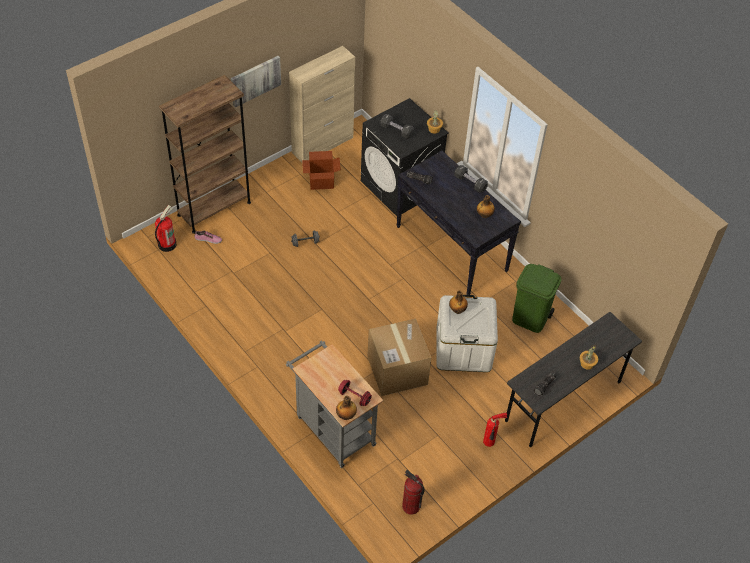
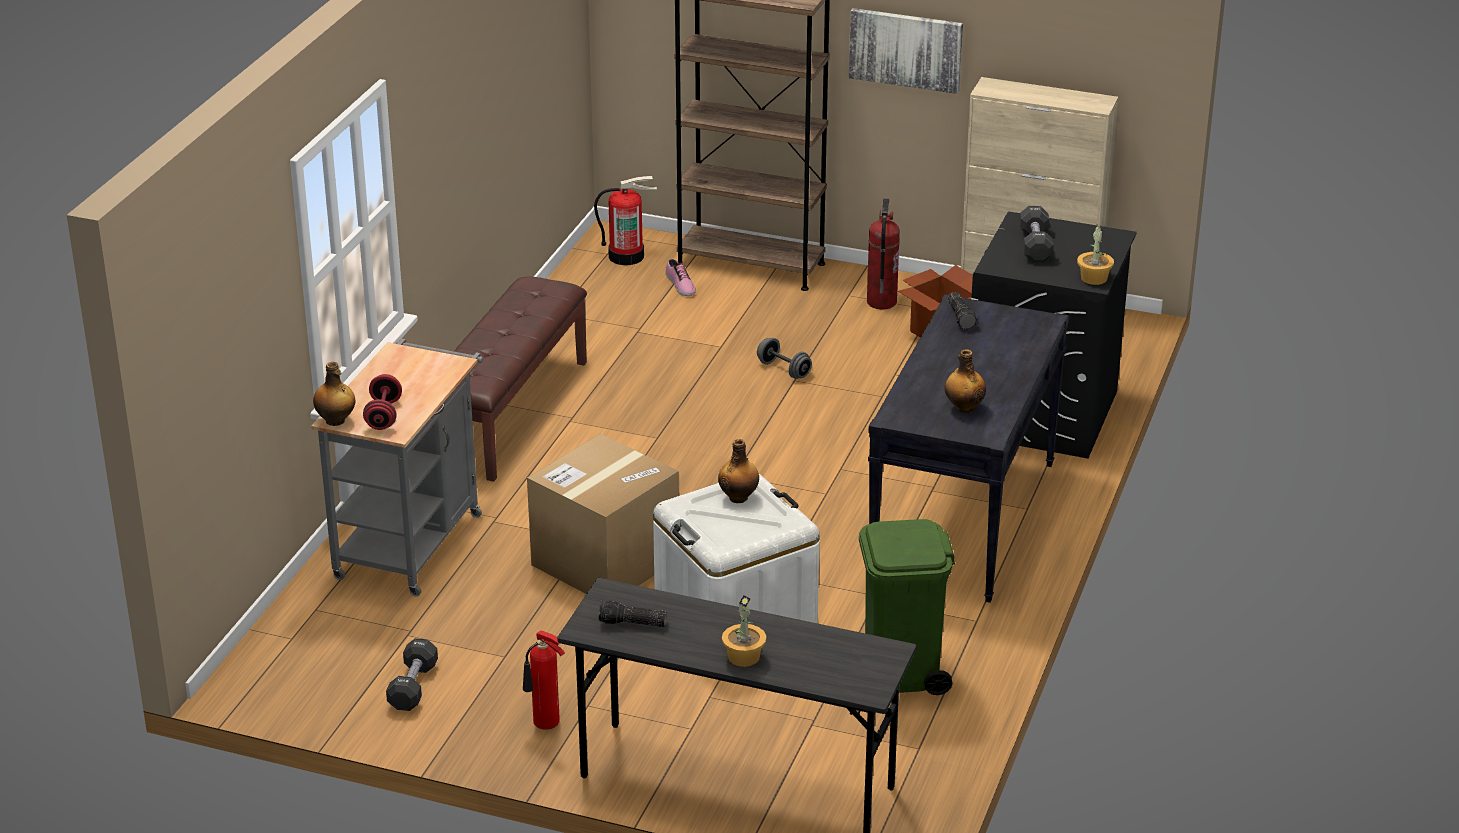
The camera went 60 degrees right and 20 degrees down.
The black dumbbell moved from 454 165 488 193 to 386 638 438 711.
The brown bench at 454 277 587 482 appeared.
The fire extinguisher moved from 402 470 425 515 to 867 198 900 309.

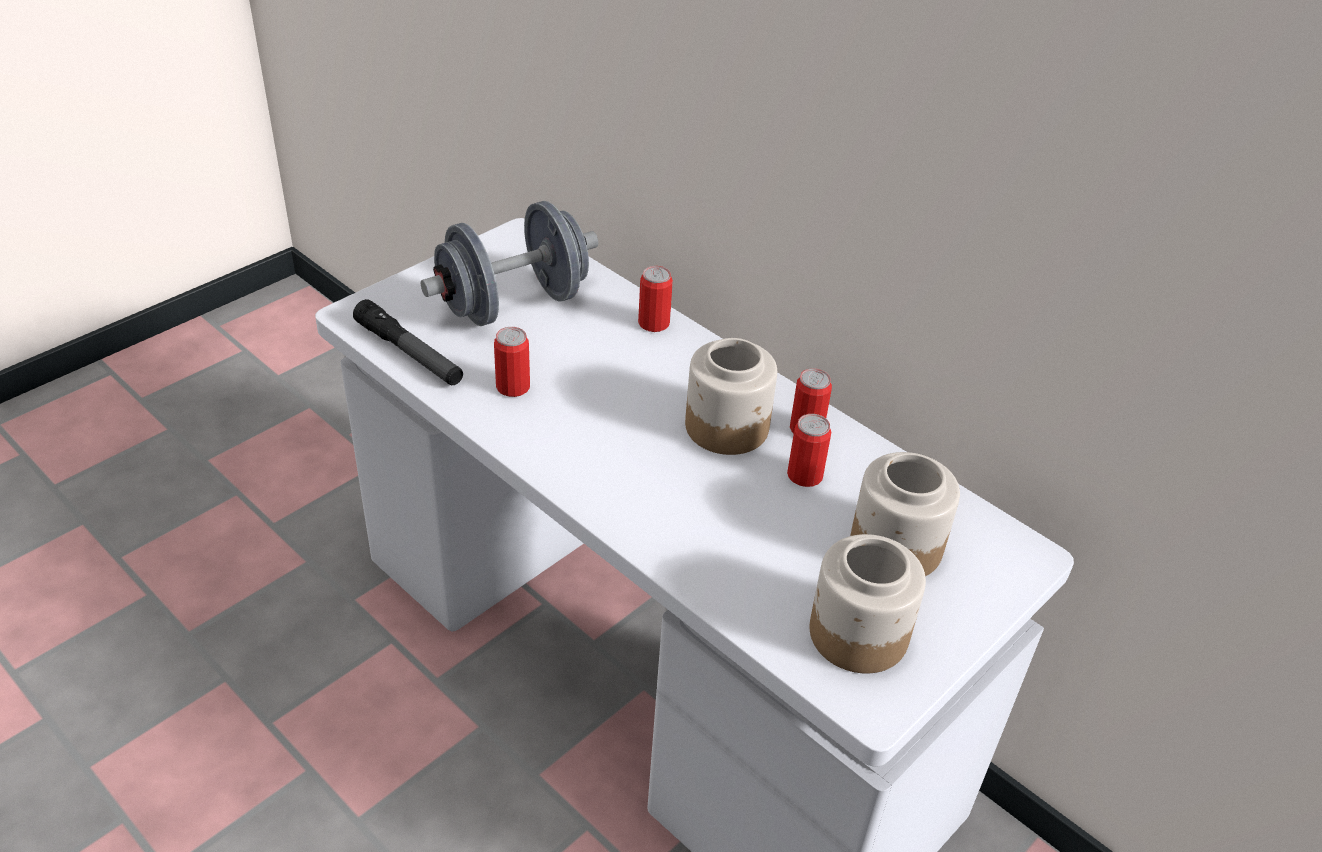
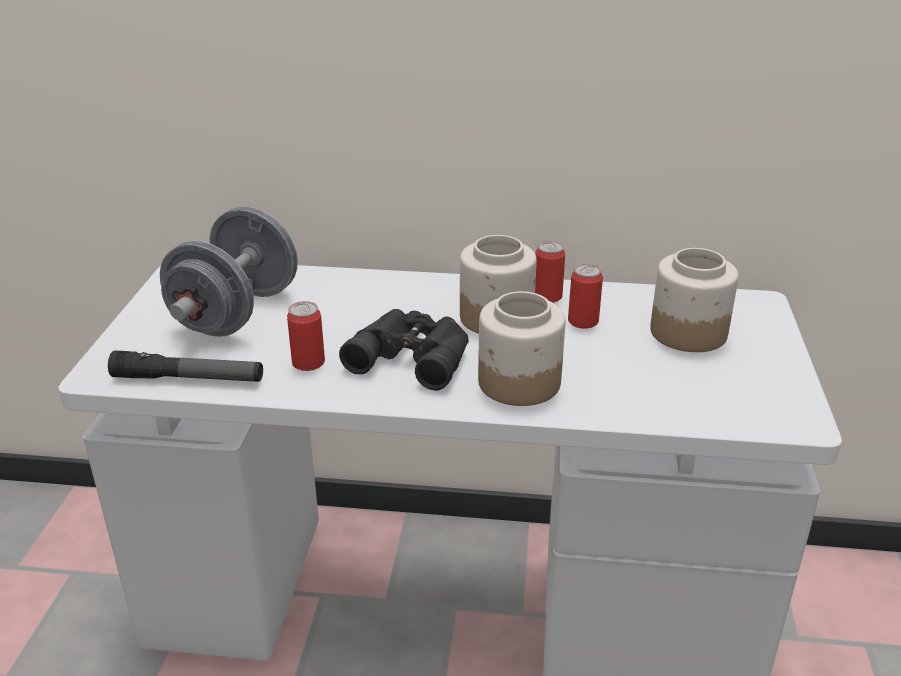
The camera went 35 degrees left and 10 degrees down.
The black binoculars at 339 309 469 391 appeared.
The jar moved from 810 534 926 674 to 478 291 565 406.
The can at 638 266 673 332 disappeared.

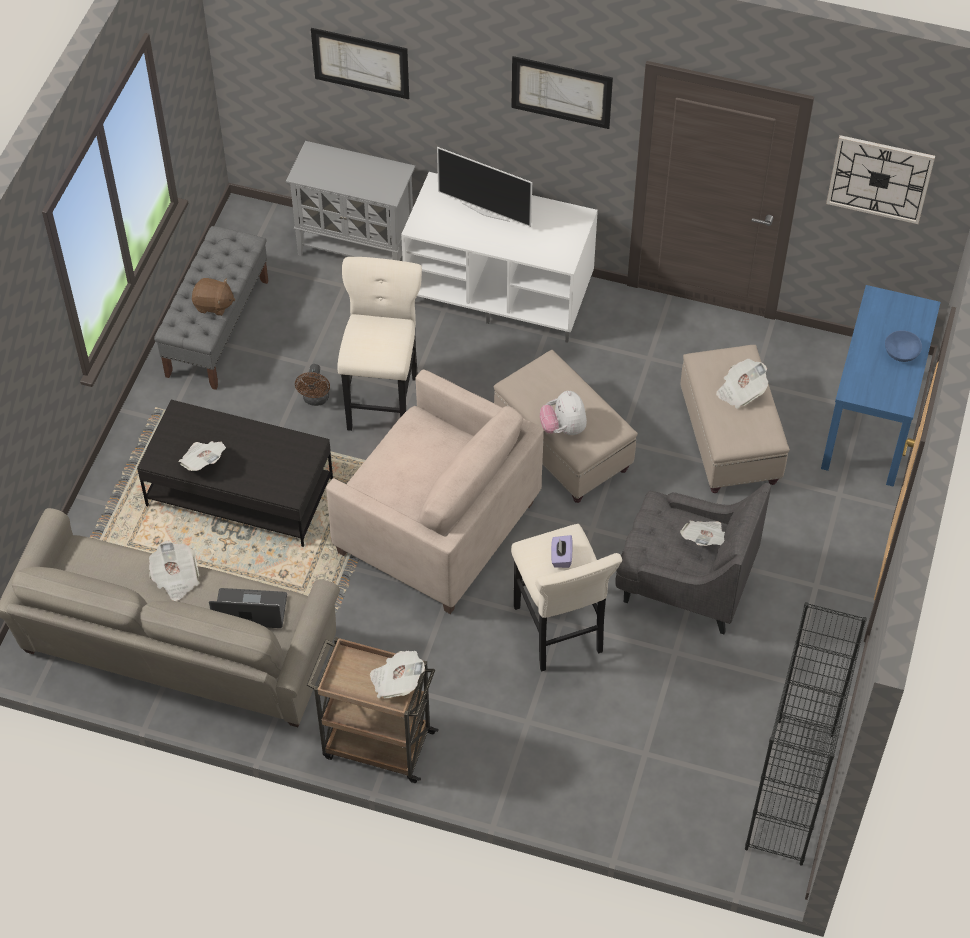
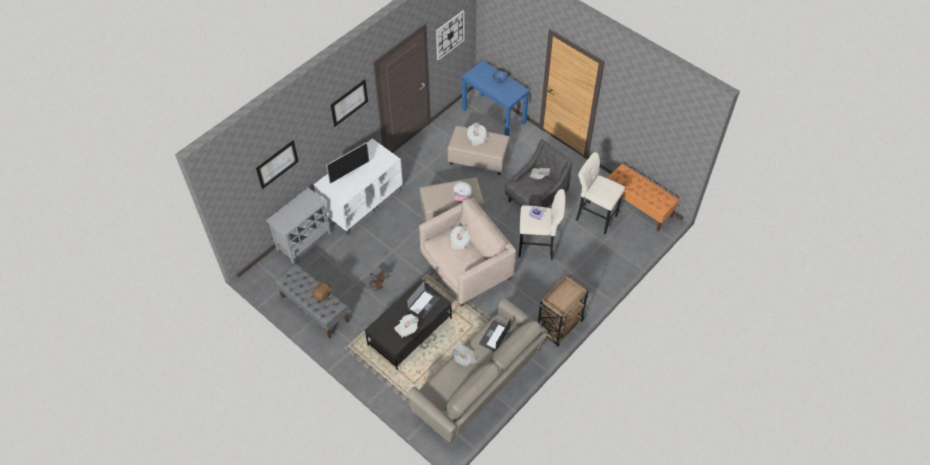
The camera went 65 degrees left and 0 degrees up.
The laptop at 406 280 440 320 appeared.
The newspaper moved from 370 651 425 698 to 450 225 470 249.
The beige stool moved from 337 257 422 431 to 576 152 625 234.
The black bookcase at 745 602 867 866 was replaced by the orange bench at 607 163 679 232.

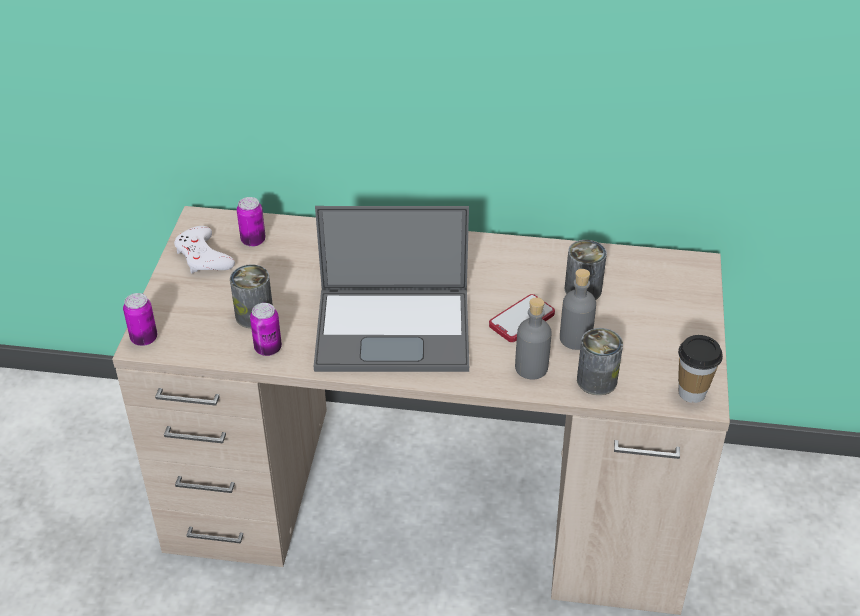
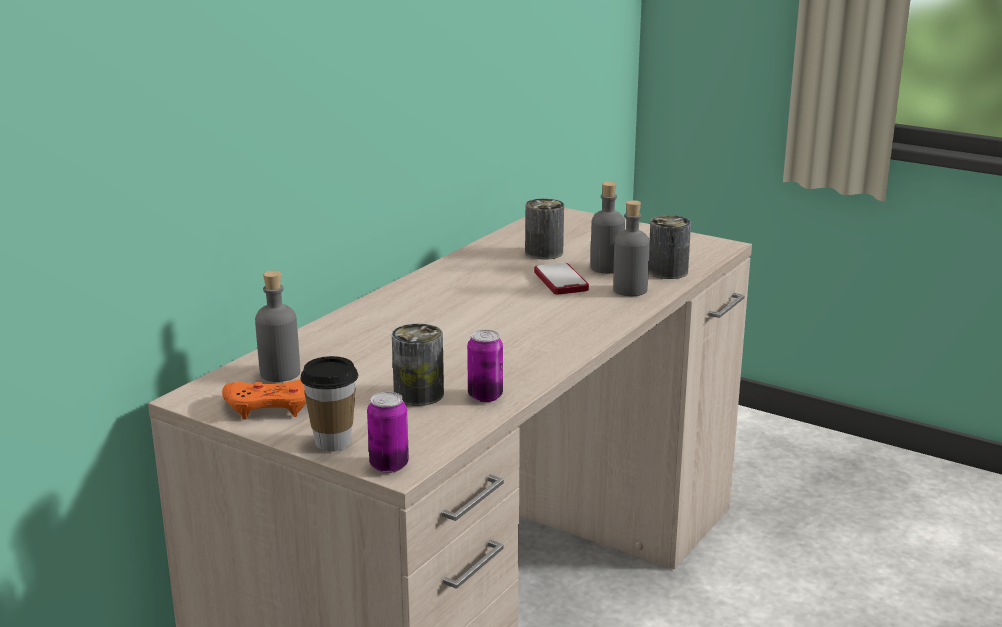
The camera went 65 degrees left and 20 degrees down.
The white game controller at 174 226 235 273 became the orange game controller at 222 379 307 420.
The can at 237 197 266 247 was replaced by the grey bottle at 255 271 300 382.
The cup moved from 678 335 723 403 to 300 356 358 451.
The laptop at 314 206 469 372 disappeared.

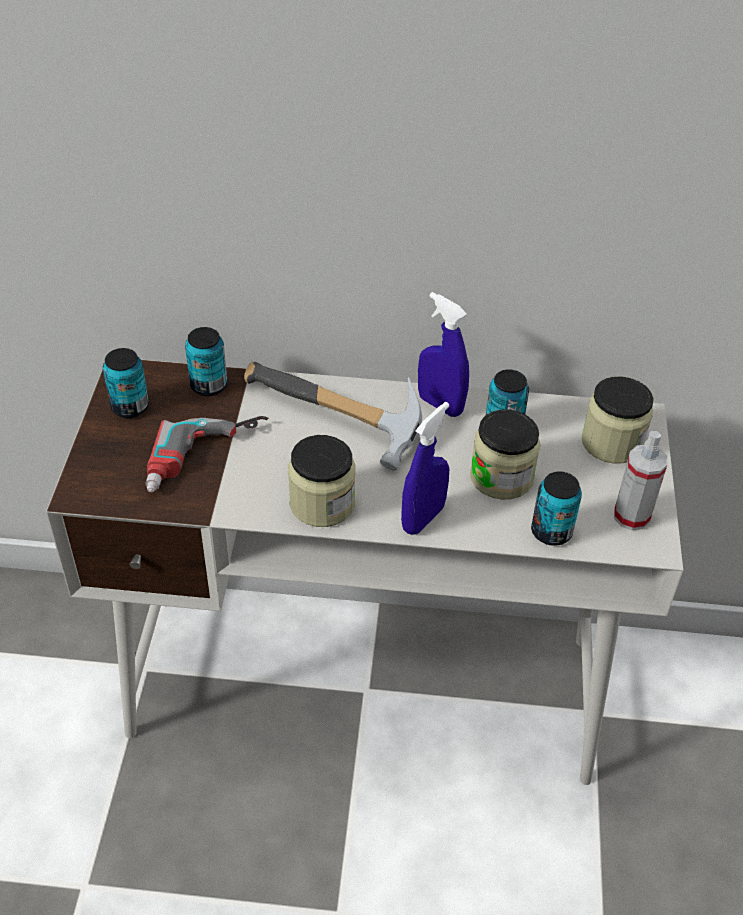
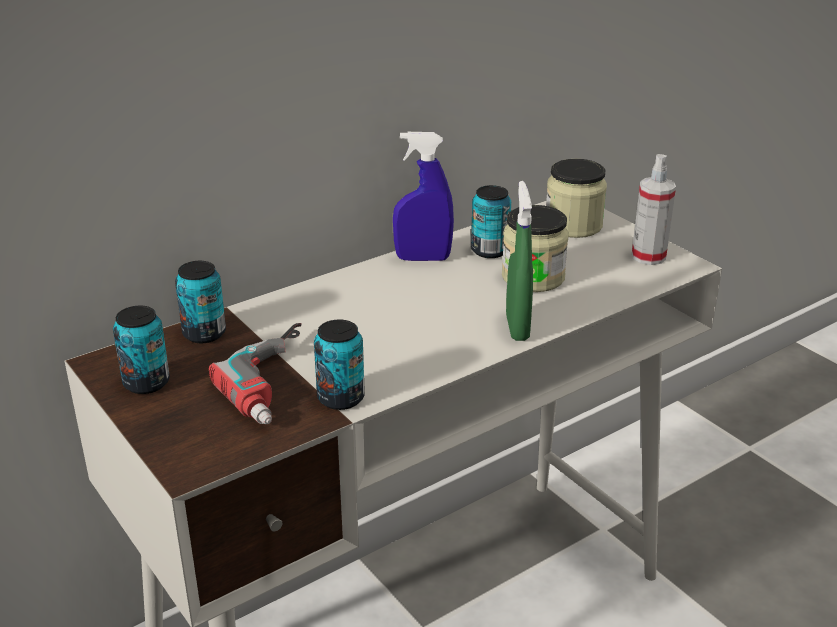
The camera went 40 degrees left and 15 degrees down.
The can moved from 531 471 582 546 to 314 319 365 410.
The blue spray bottle at 401 402 450 535 became the green spray bottle at 506 181 533 341.
The hammer at 244 362 422 471 disappeared.
The jar at 288 435 356 527 disappeared.

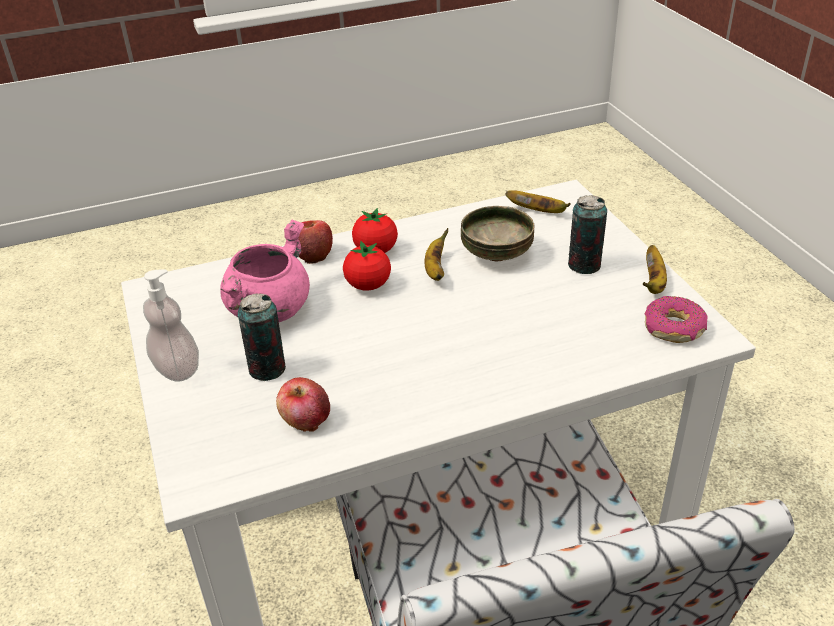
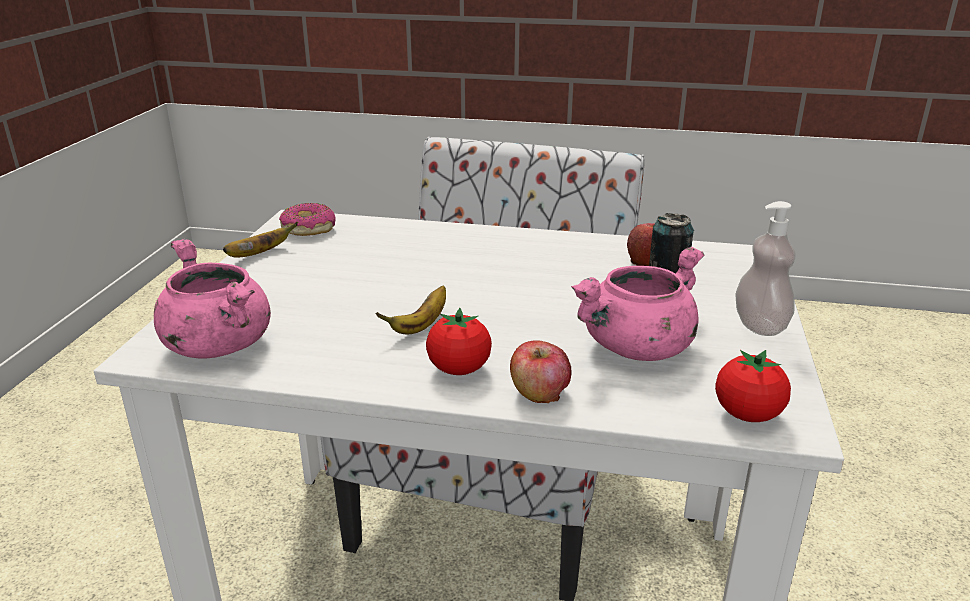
The camera went 150 degrees left and 10 degrees down.
The banana at 506 190 571 213 was replaced by the pink cooking pot at 154 239 271 358.
The tomato moved from 343 241 391 291 to 715 350 791 422.
The bowl at 461 206 535 261 disappeared.
The can at 568 195 607 274 disappeared.

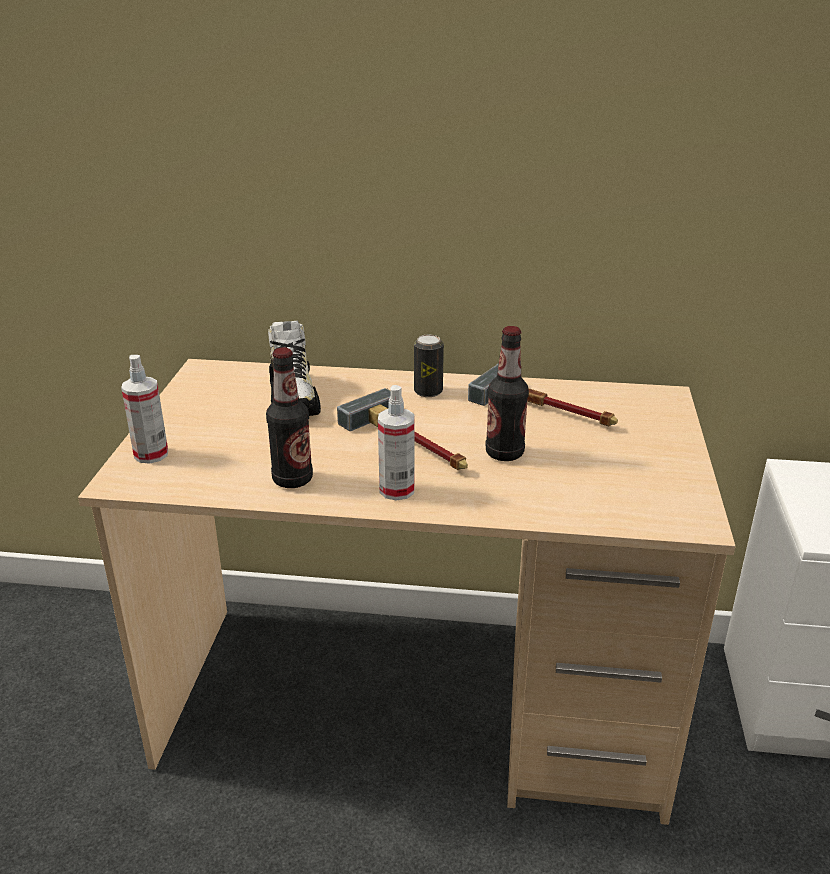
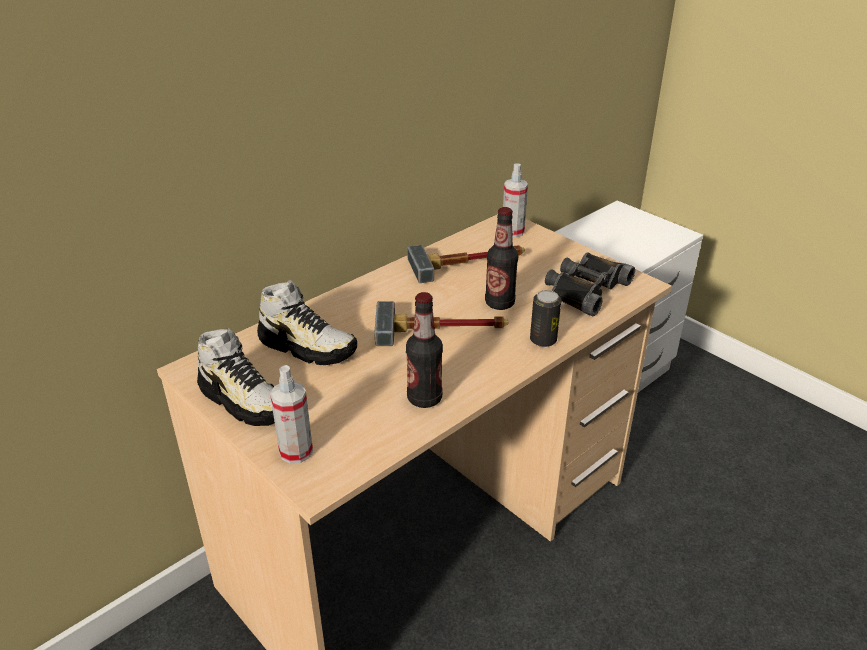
The camera went 50 degrees left and 5 degrees up.
The shoe at 197 328 275 426 appeared.
The spray bottle moved from 378 385 415 500 to 503 164 528 237.
The can moved from 414 335 444 397 to 530 290 561 347.
The black binoculars at 545 252 635 316 appeared.

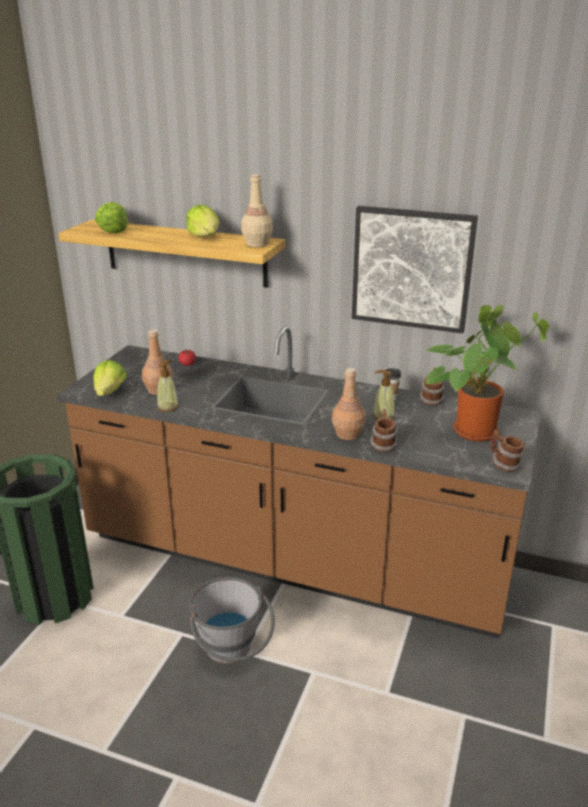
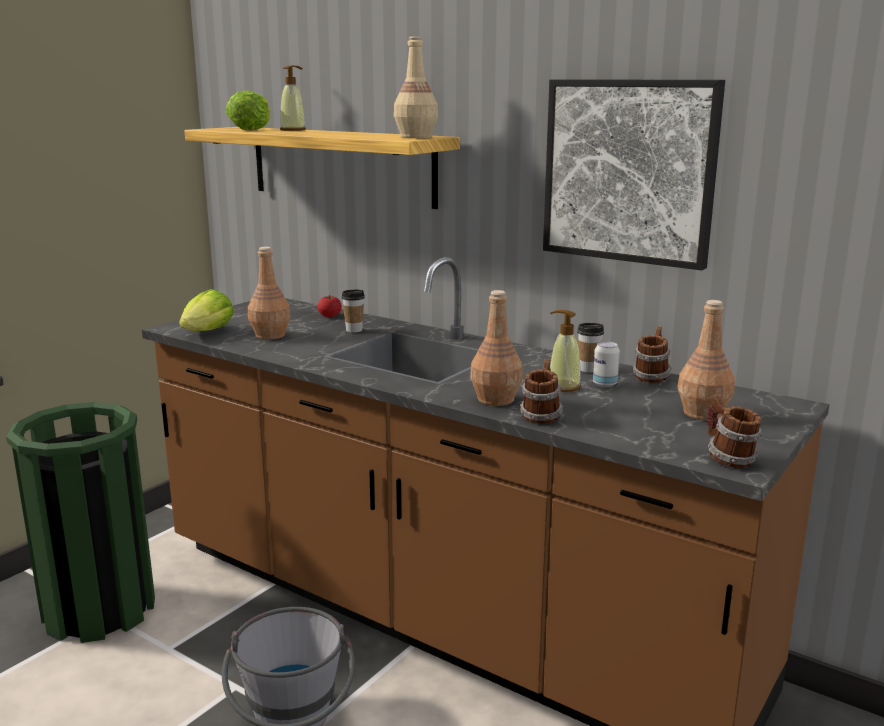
The camera went 15 degrees right and 10 degrees down.
The soap dispenser moved from 157 360 179 412 to 280 66 306 131.
The cup at 342 290 365 333 appeared.
The can at 593 341 620 387 appeared.
The potted plant at 426 305 549 442 was replaced by the brown bottle at 677 300 735 420.
The lettuce at 186 205 219 237 disappeared.

